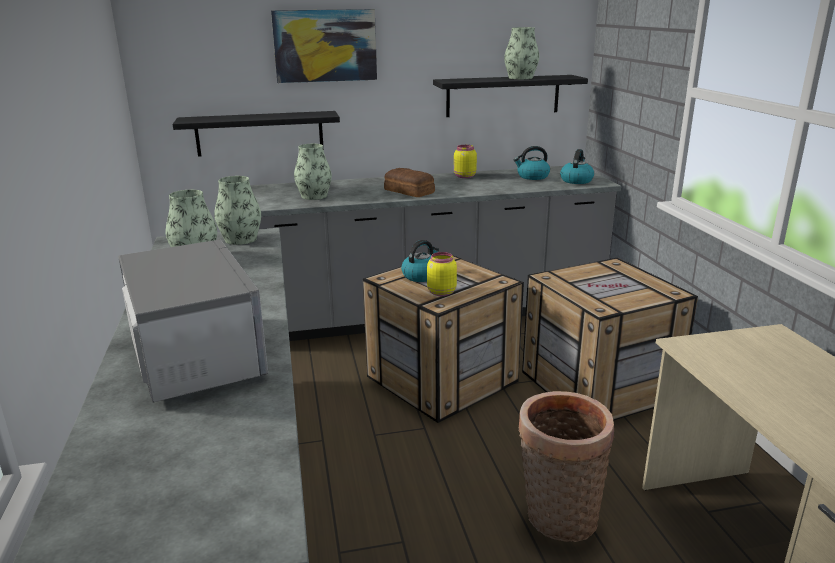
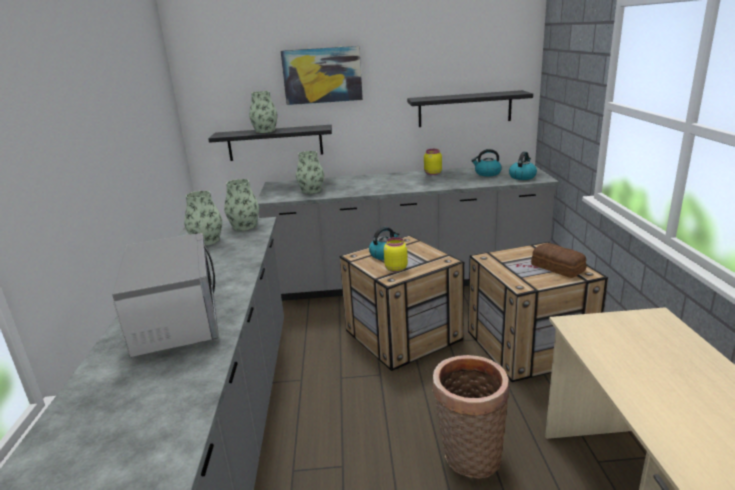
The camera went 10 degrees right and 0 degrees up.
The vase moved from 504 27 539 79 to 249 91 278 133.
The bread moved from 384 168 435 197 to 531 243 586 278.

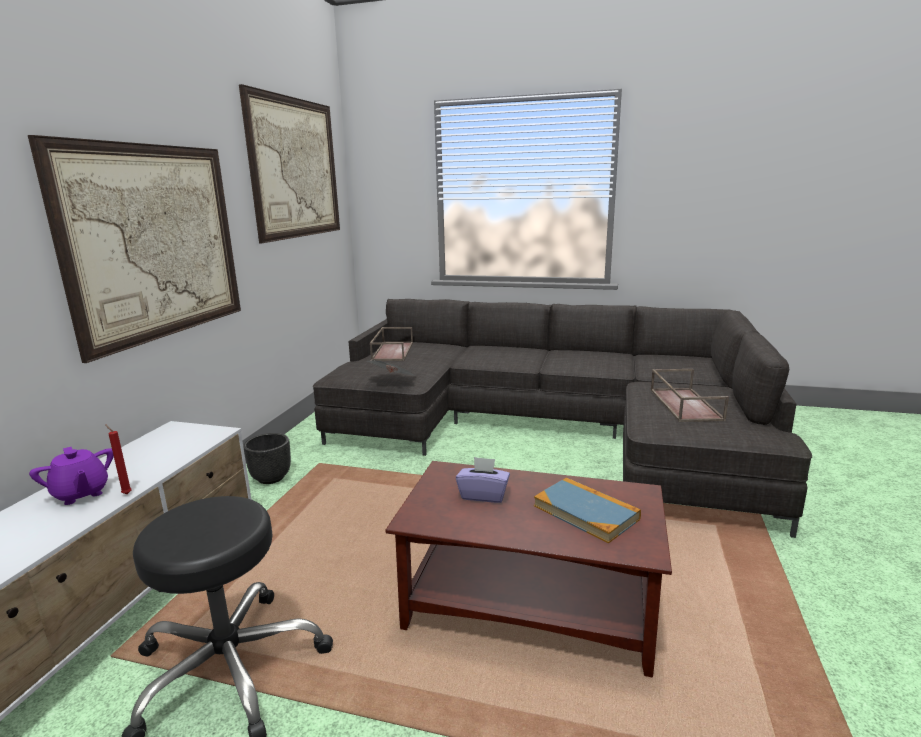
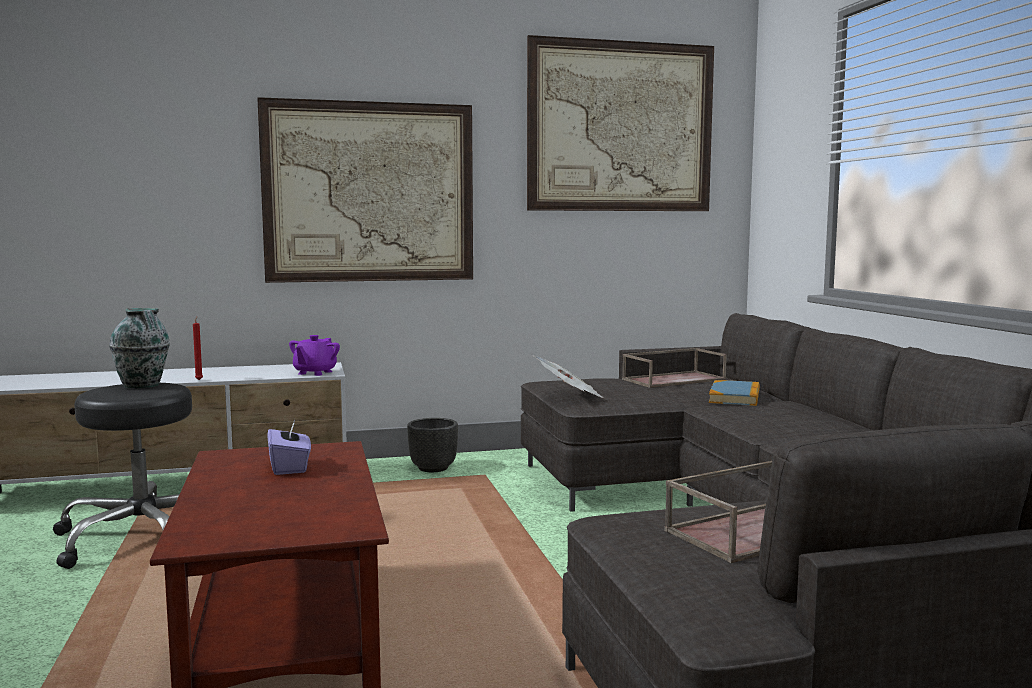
The camera went 60 degrees right and 10 degrees down.
The vase at 109 308 170 388 appeared.
The purple teapot moved from 29 447 114 505 to 289 335 340 376.
The book moved from 534 478 641 544 to 709 380 760 406.

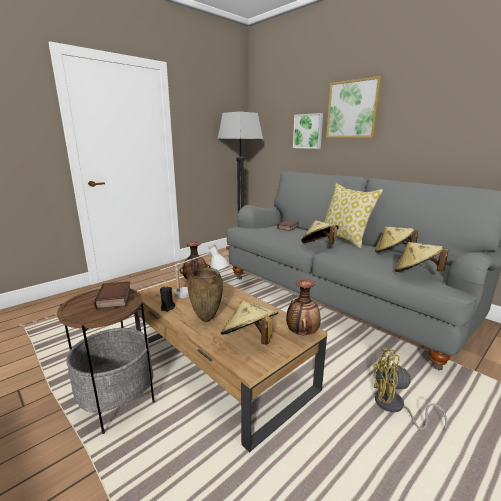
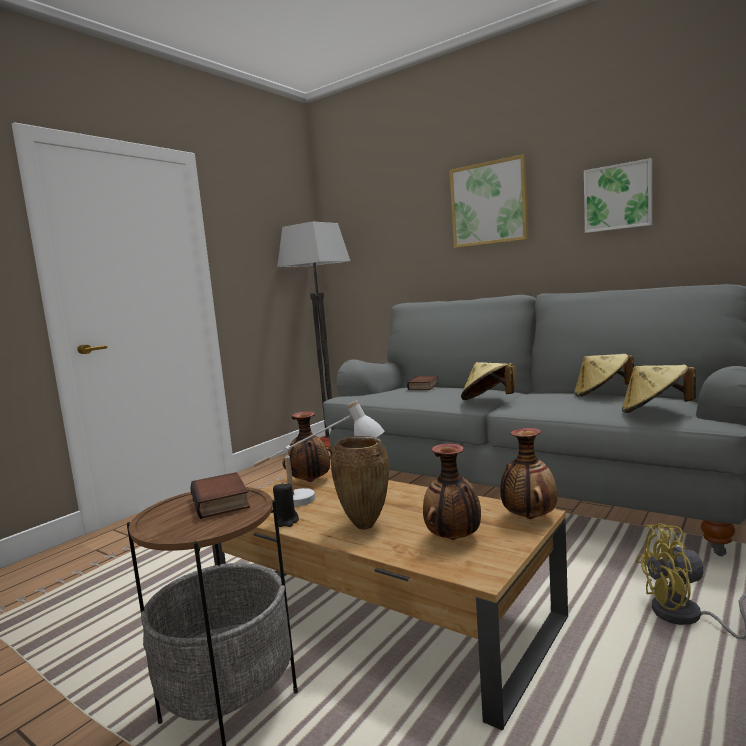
The camera went 10 degrees left and 10 degrees down.
The beige hat at 221 300 278 345 was replaced by the vase at 423 444 481 540.
The picture moved from 293 113 323 149 to 584 158 652 233.
The pillow at 324 183 383 248 disappeared.

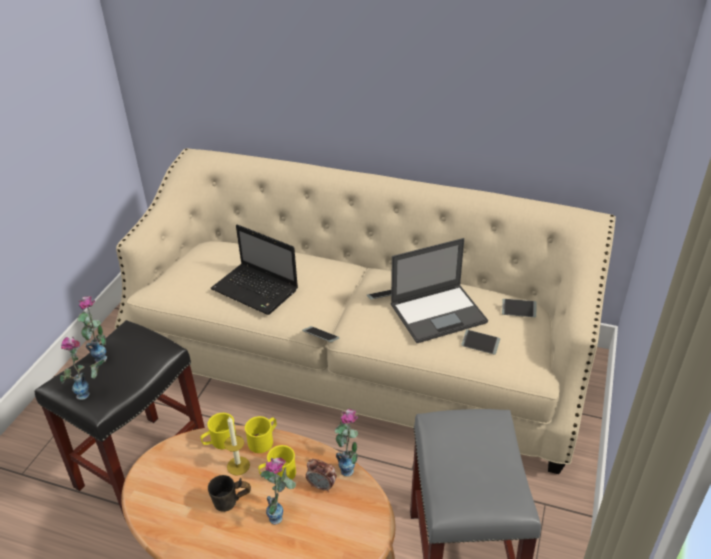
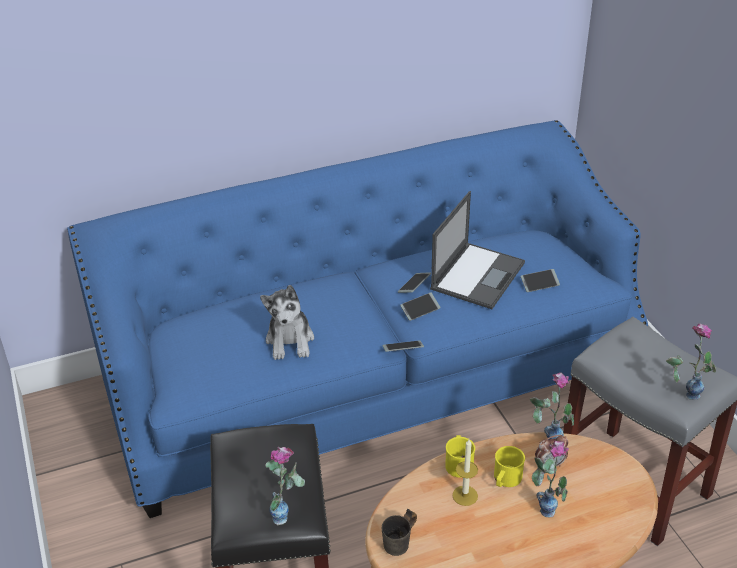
The camera went 40 degrees left and 0 degrees up.
The beige sofa at 115 148 616 474 became the blue sofa at 67 120 648 518.
The laptop at 210 224 298 315 was replaced by the plush toy at 260 285 314 360.
The grey mug moved from 208 475 251 512 to 382 509 417 556.
The phone moved from 502 299 537 317 to 400 292 440 321.
The vase moved from 77 296 107 362 to 666 323 716 400.
The yellow mug at 201 413 236 449 disappeared.

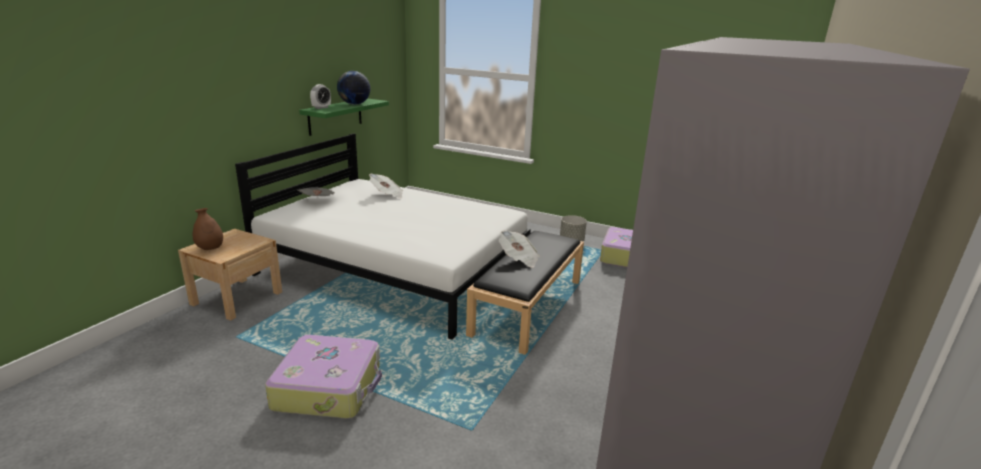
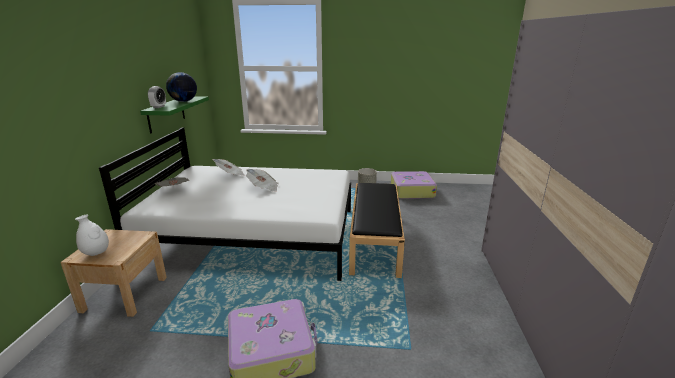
The camera went 20 degrees left and 0 degrees up.
The brown vase at 193 208 223 250 became the white vase at 75 214 109 256.
The newspaper moved from 499 230 540 268 to 246 169 279 192.

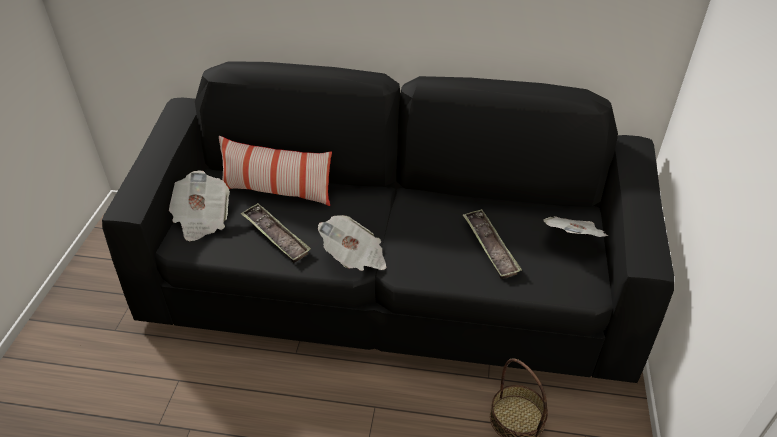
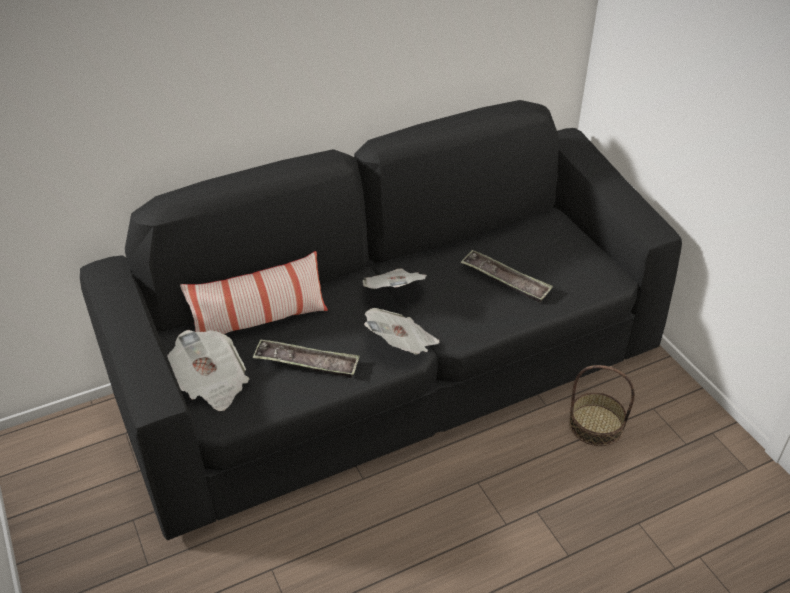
The camera went 35 degrees left and 0 degrees up.
The newspaper moved from 543 216 608 237 to 363 269 427 289.

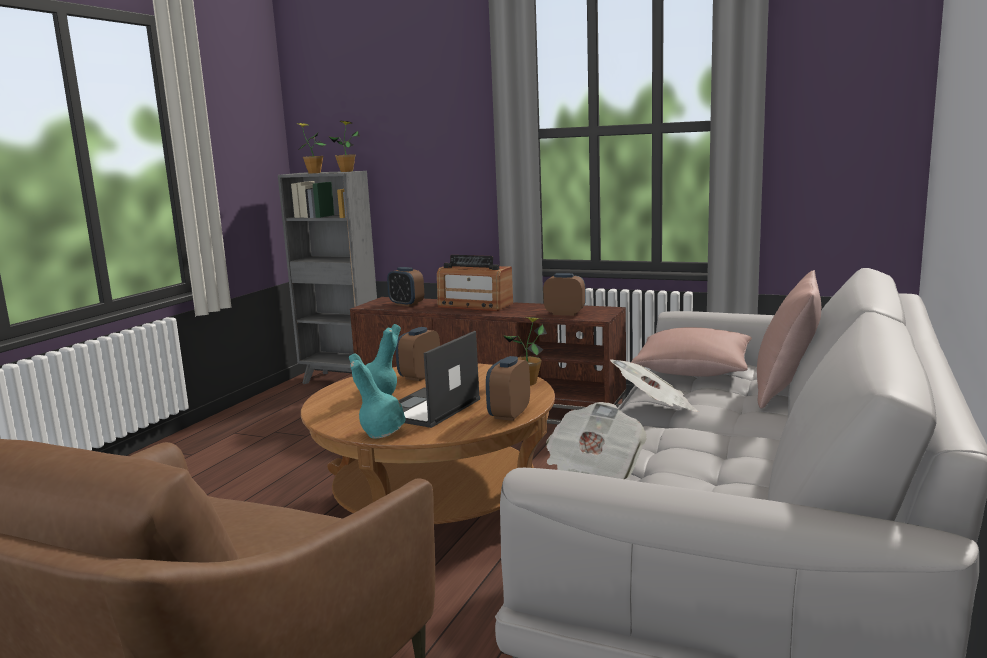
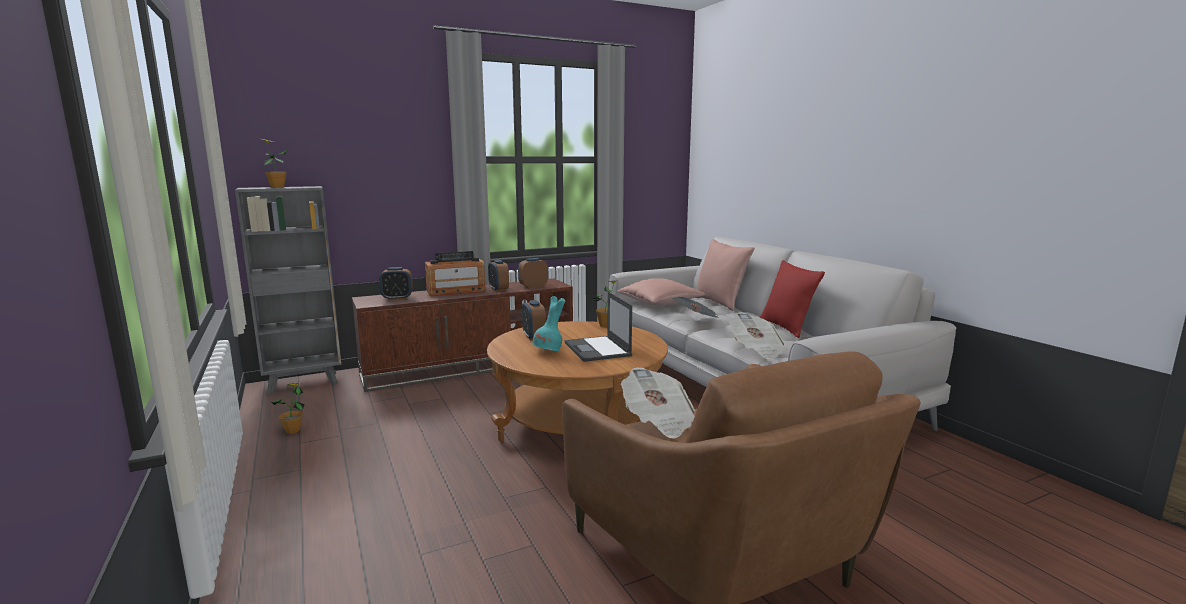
The camera went 50 degrees left and 0 degrees up.
The potted plant moved from 328 121 360 172 to 270 383 305 434.
The alarm clock moved from 486 356 530 421 to 488 260 509 292.
The newspaper at 621 367 695 439 appeared.
The red pillow at 760 260 825 338 appeared.
The turquoise vase at 349 354 406 439 disappeared.

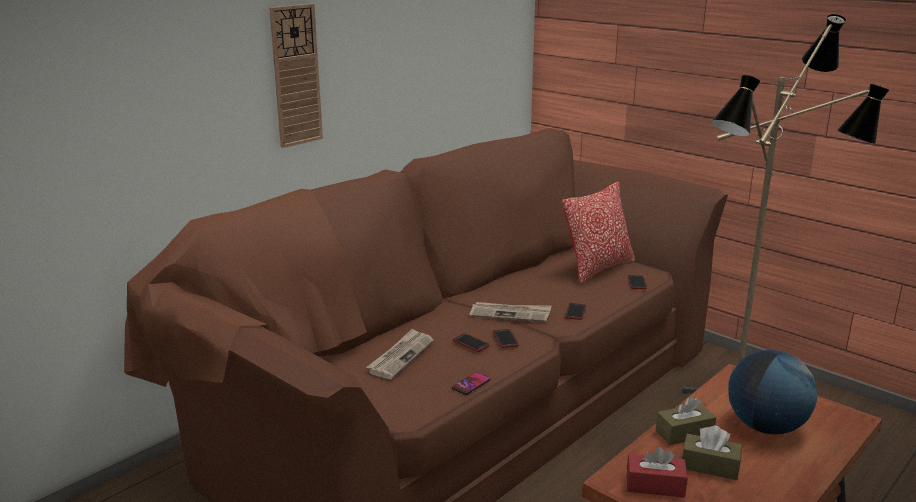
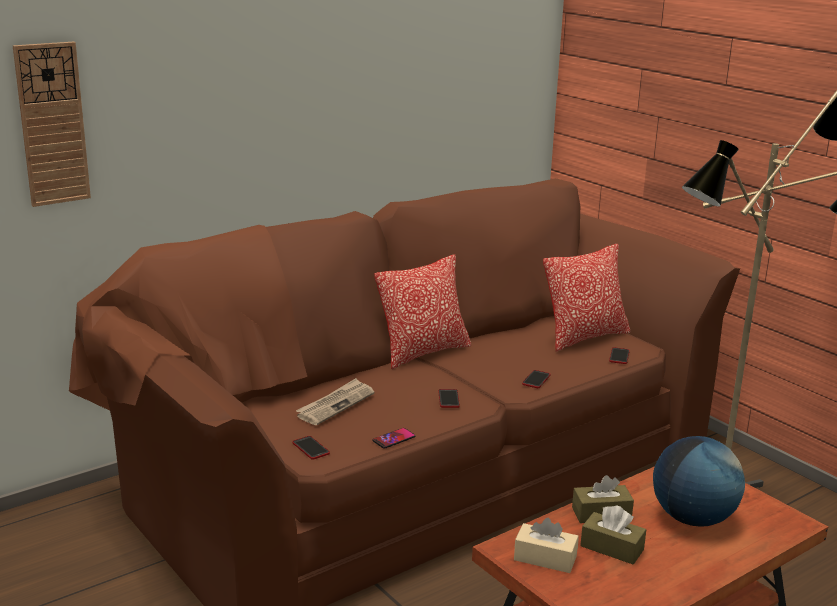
The camera went 10 degrees right and 0 degrees up.
The wall clock moved from 269 3 323 148 to 13 42 91 207.
The phone moved from 453 333 490 352 to 292 436 330 460.
The pillow at 374 254 471 369 appeared.
The red tissue box at 627 446 688 498 became the beige tissue box at 514 518 579 573.
The newspaper at 469 302 552 322 disappeared.

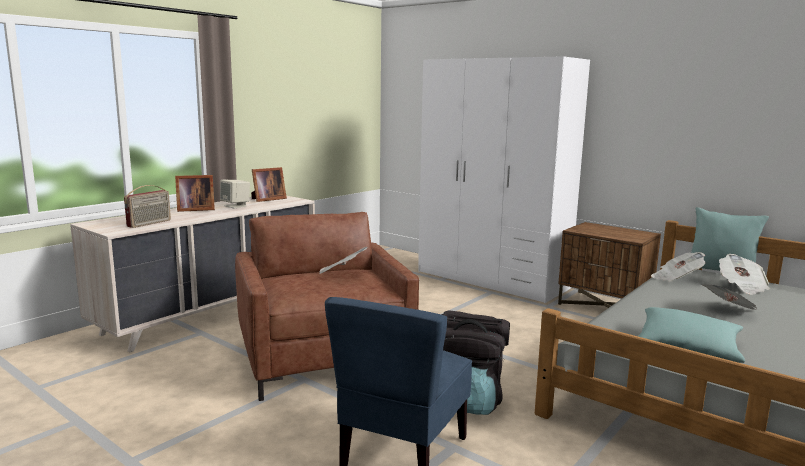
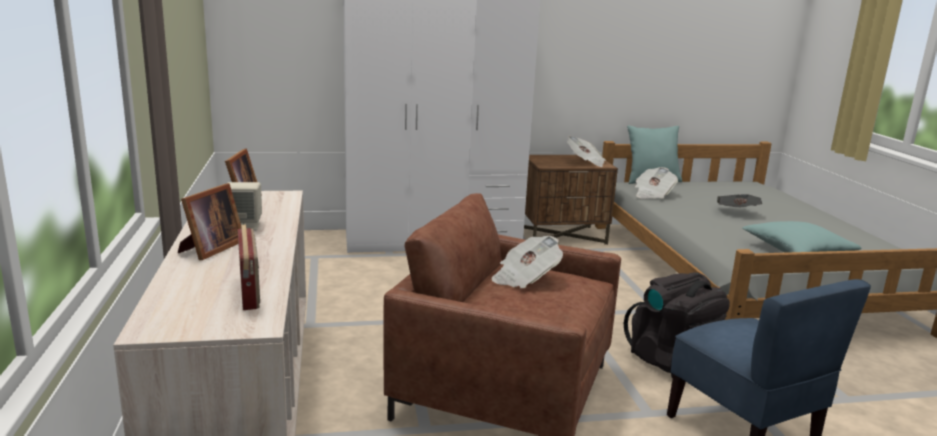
The camera went 50 degrees left and 5 degrees up.
The newspaper moved from 719 254 770 295 to 567 136 606 167.

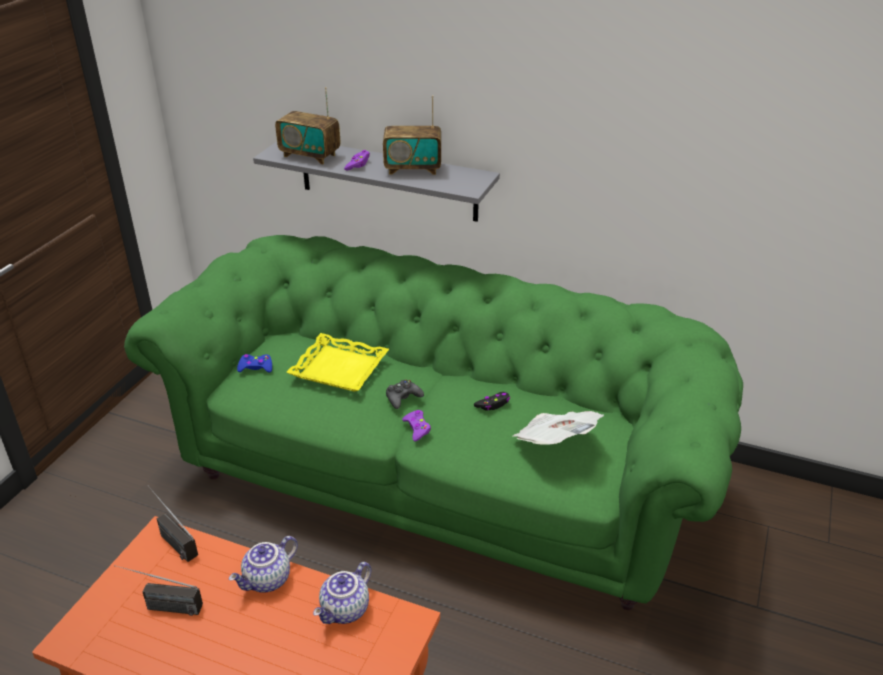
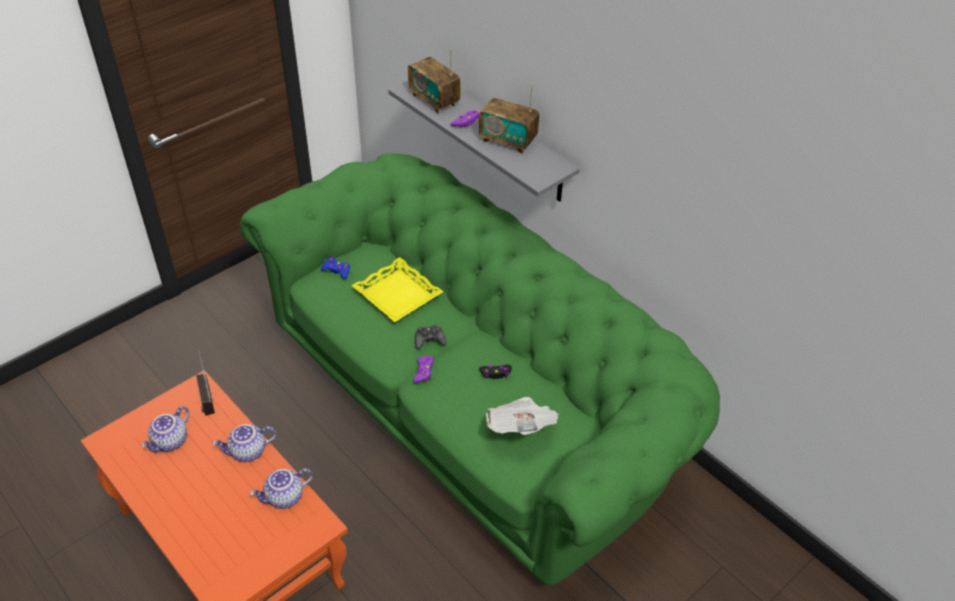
The camera went 25 degrees right and 10 degrees up.
The radio at 115 565 203 616 was replaced by the teapot at 142 406 189 452.

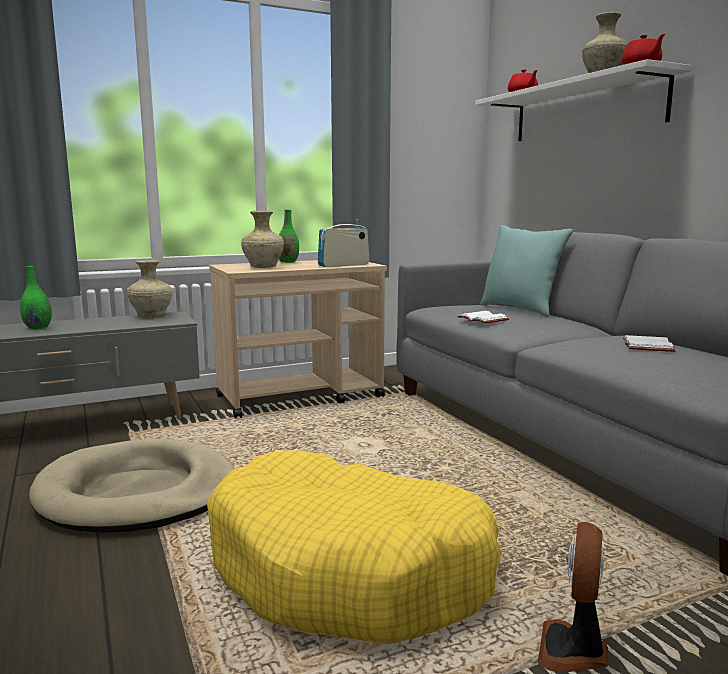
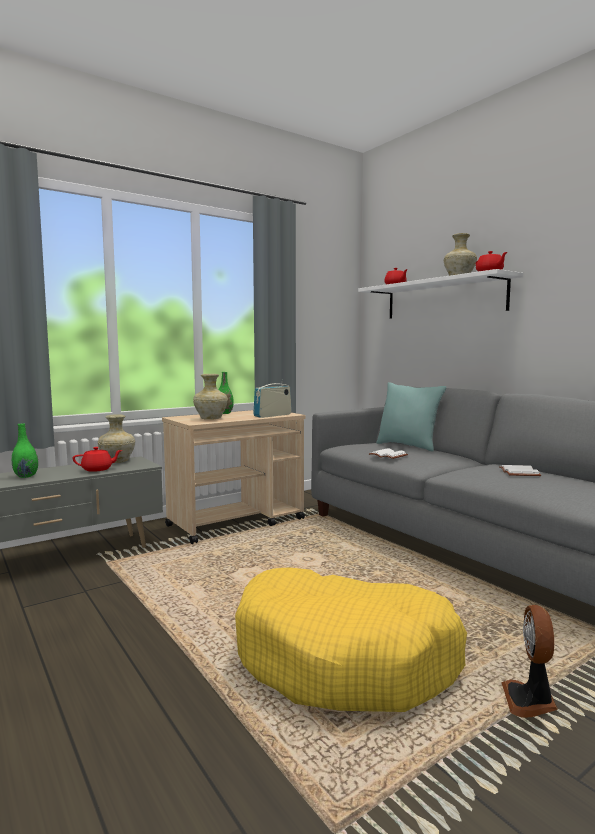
The camera went 10 degrees left and 5 degrees down.
The red teapot at 72 447 122 472 appeared.
The beige dog bed at 29 439 234 533 disappeared.

